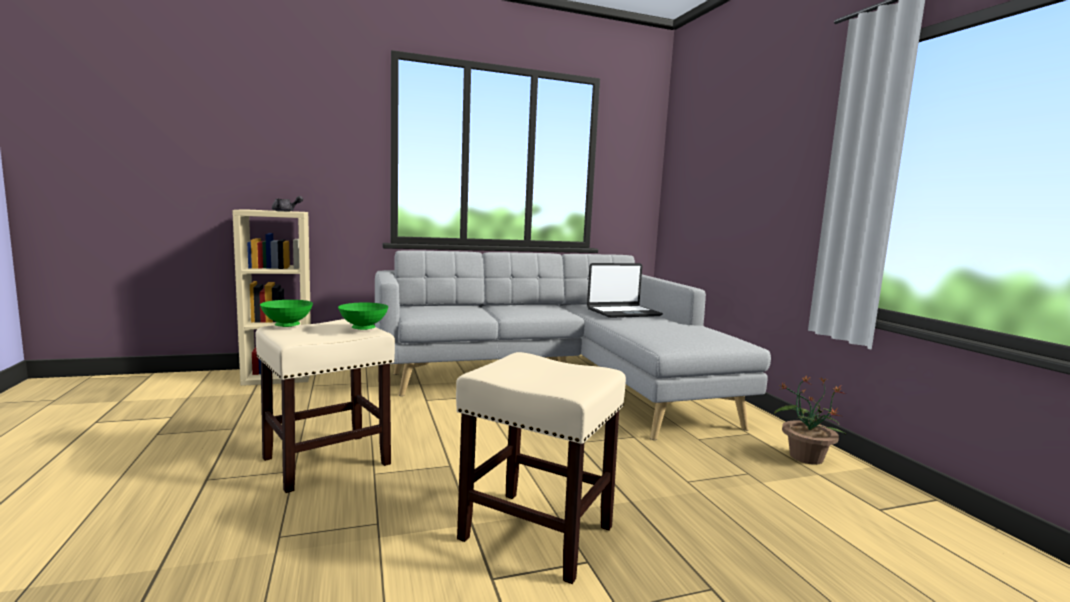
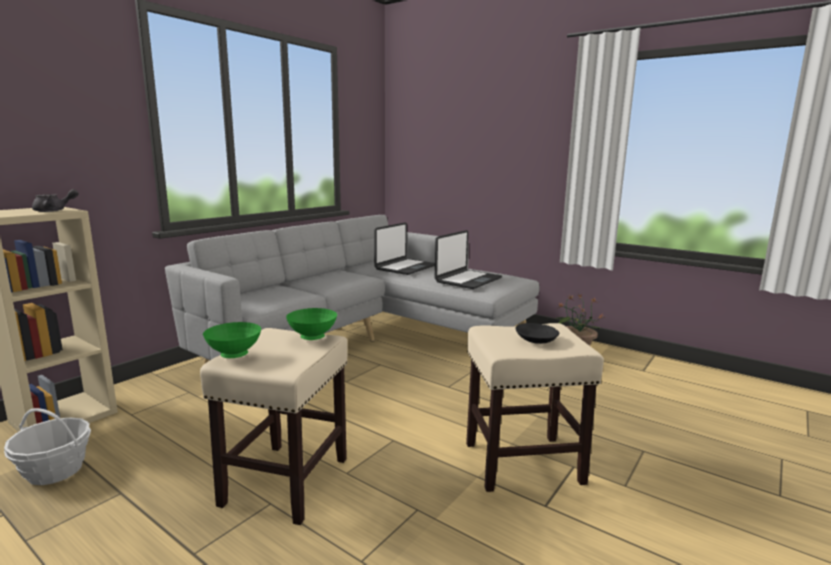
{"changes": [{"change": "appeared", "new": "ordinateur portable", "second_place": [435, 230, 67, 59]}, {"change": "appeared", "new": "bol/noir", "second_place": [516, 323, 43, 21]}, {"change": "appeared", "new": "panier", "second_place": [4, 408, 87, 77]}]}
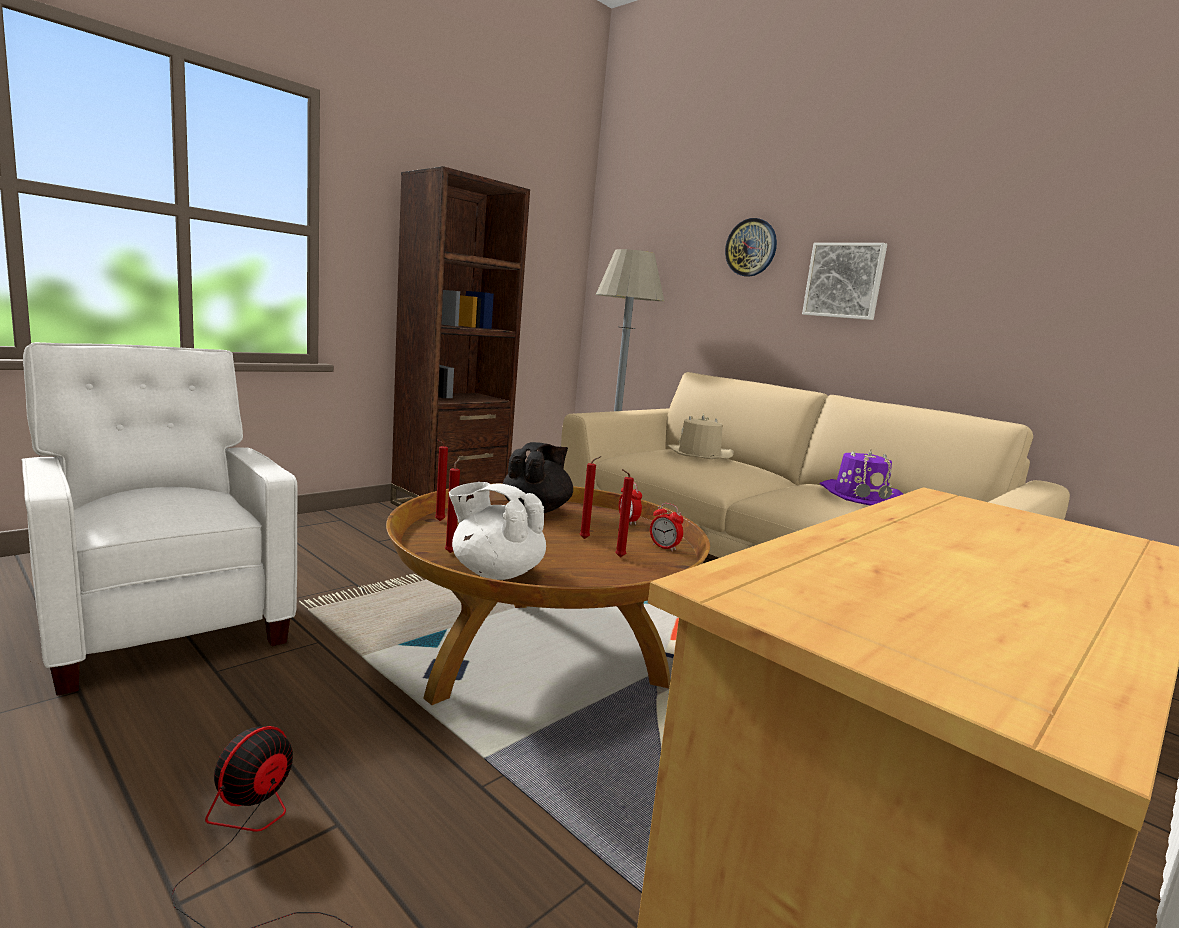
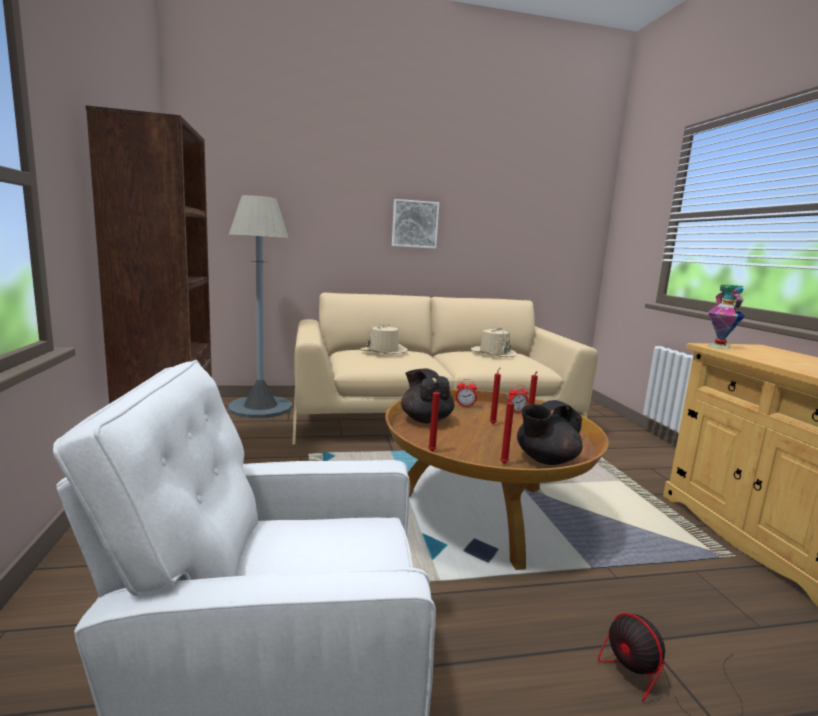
{"changes": [{"change": "missing", "old": "horloge murale", "first_place": [725, 218, 52, 59]}, {"change": "colour", "old": "chapeau/violet", "new": "chapeau/beige", "first_place": [820, 449, 83, 57], "second_place": [471, 327, 45, 30]}, {"change": "colour", "old": "théière/blanc", "new": "théière/noir", "first_place": [449, 482, 97, 98], "second_place": [517, 400, 66, 65]}, {"change": "appeared", "new": "vase", "second_place": [708, 284, 37, 66]}]}
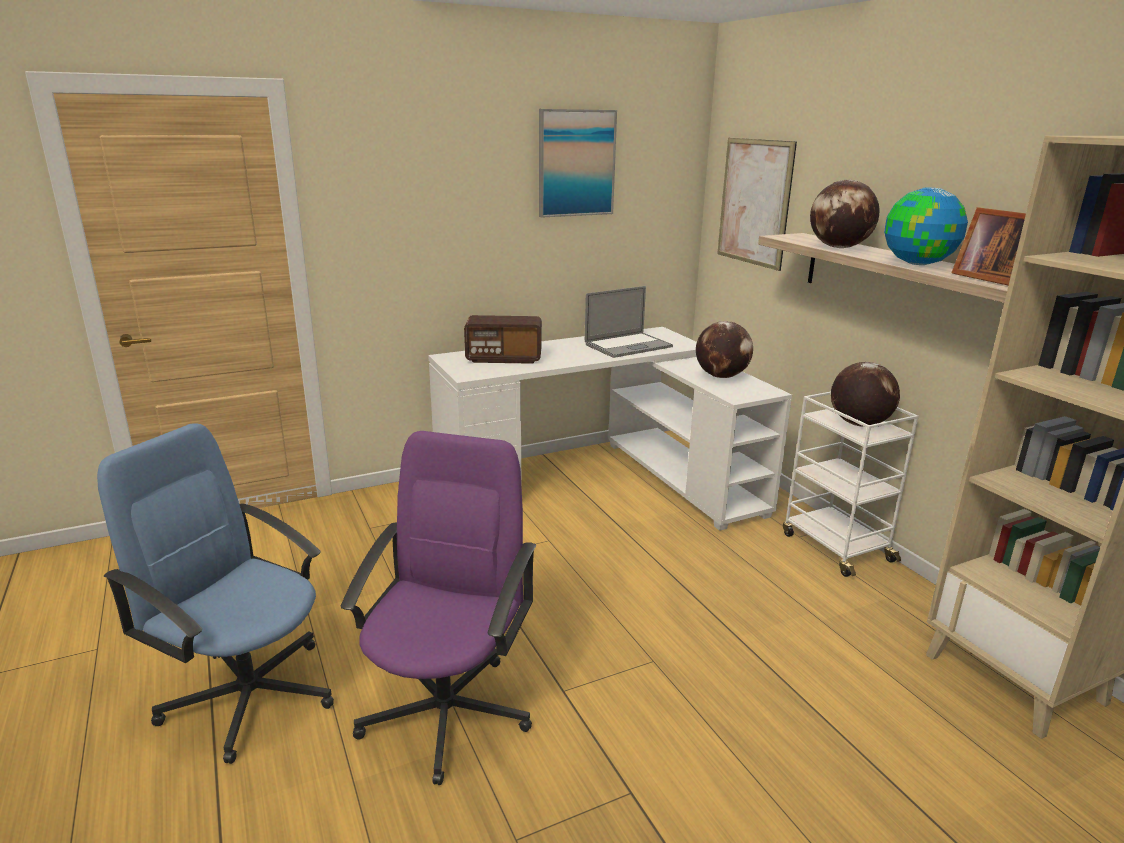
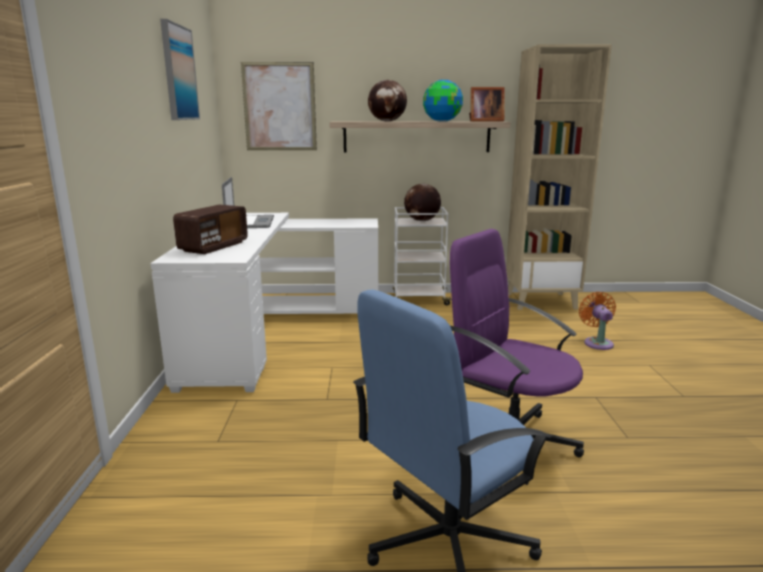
{"changes": [{"change": "missing", "old": "globe", "first_place": [696, 321, 57, 57]}, {"change": "appeared", "new": "ventilateur/orange", "second_place": [579, 292, 37, 58]}]}
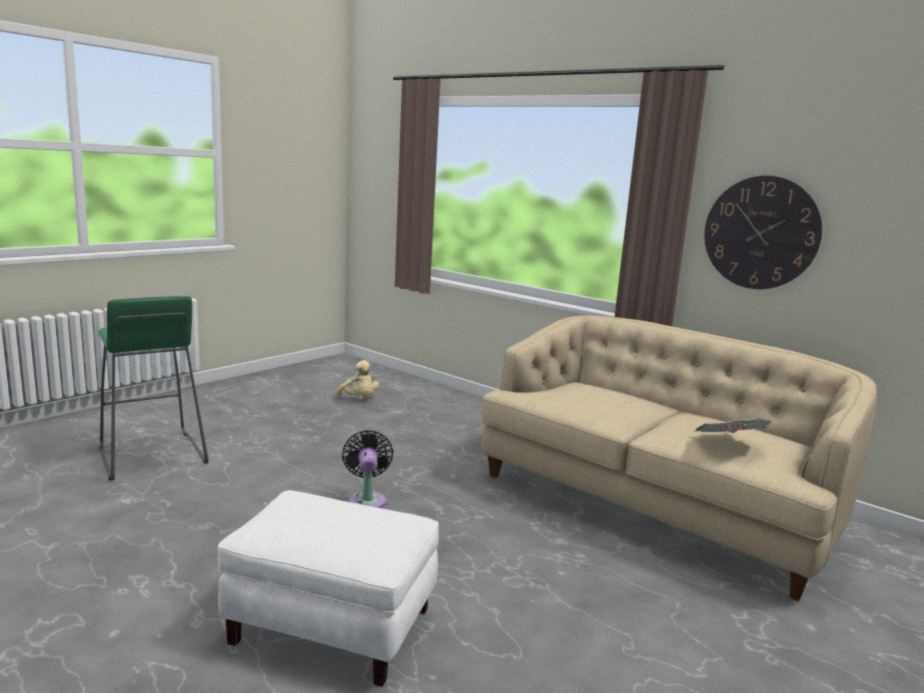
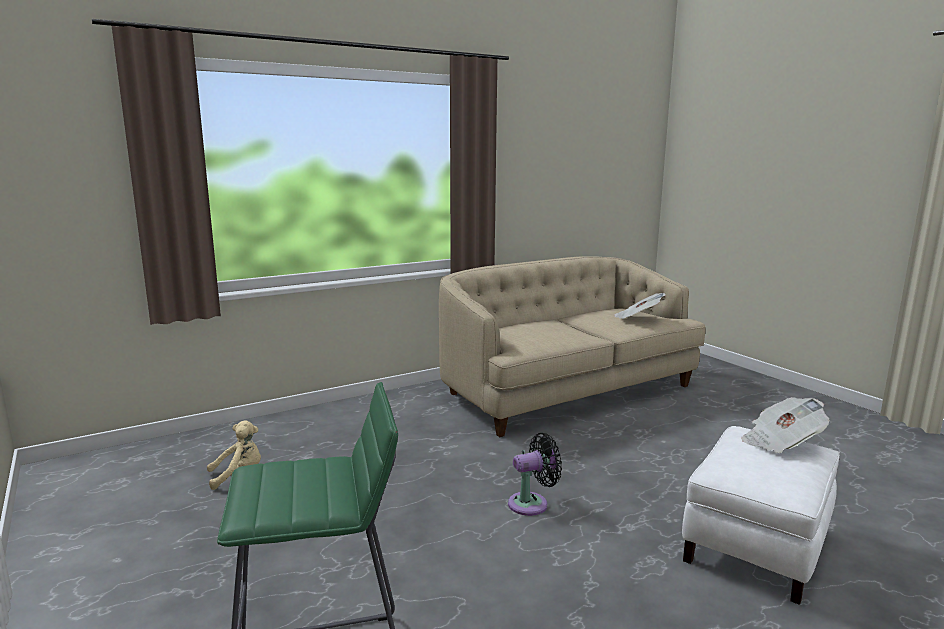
{"changes": [{"change": "missing", "old": "horloge murale", "first_place": [704, 176, 118, 113]}, {"change": "spun", "old": "ventilateur/noir", "first_place": [342, 430, 51, 78], "second_place": [508, 433, 54, 83], "degrees": 150}, {"change": "appeared", "new": "journal", "second_place": [741, 397, 88, 56]}]}
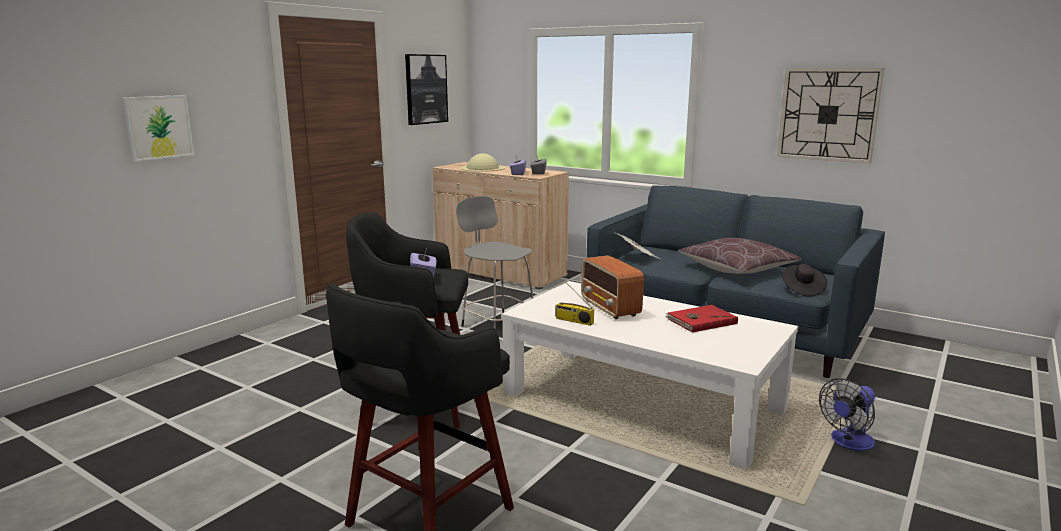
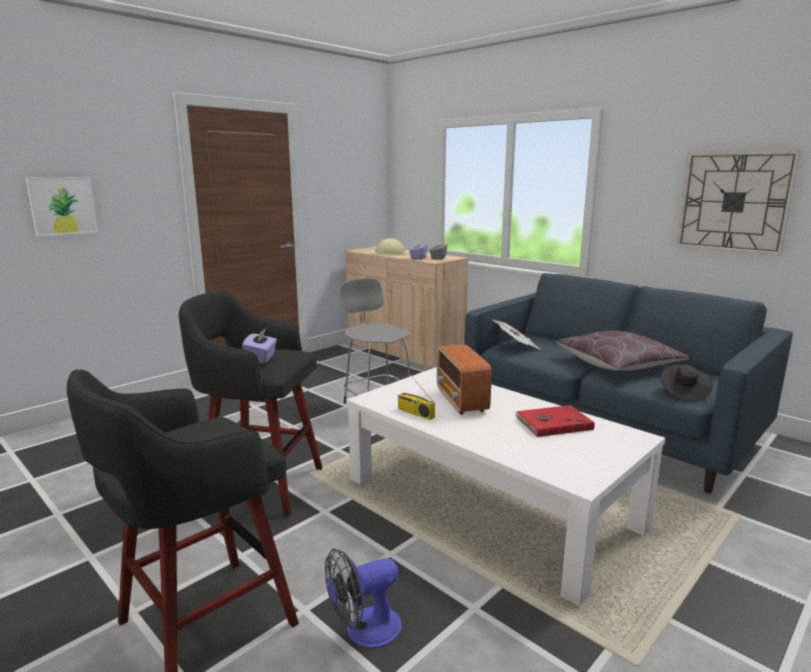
{"changes": [{"change": "missing", "old": "tableau", "first_place": [405, 54, 43, 71]}, {"change": "relocated", "old": "ventilateur", "first_place": [819, 378, 56, 73], "second_place": [325, 549, 77, 99]}]}
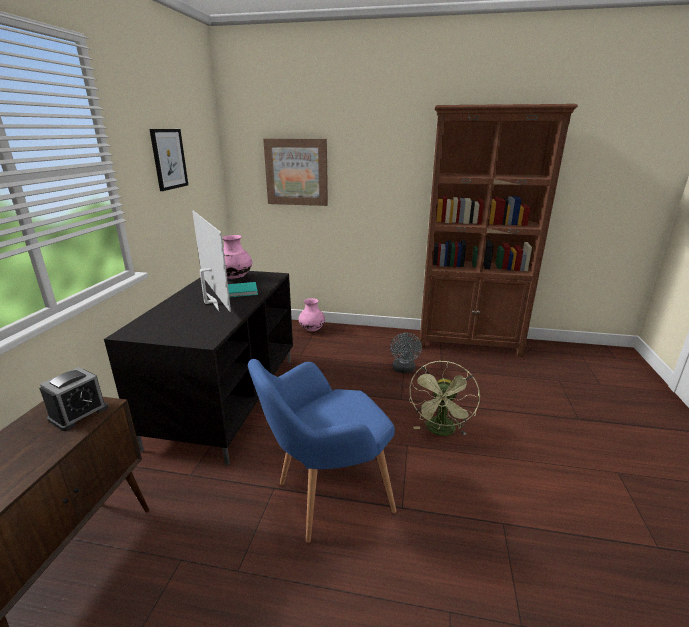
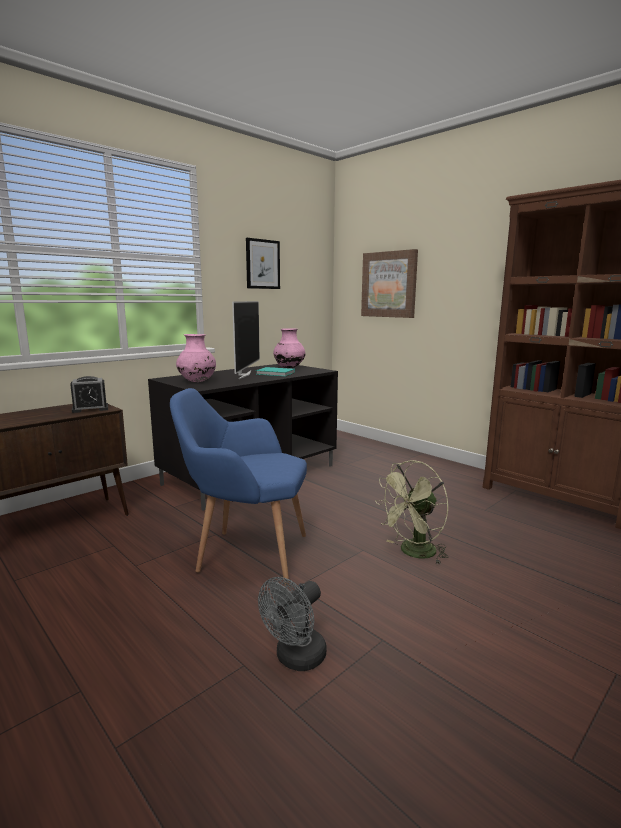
{"changes": [{"change": "relocated", "old": "vase/rose", "first_place": [299, 298, 26, 34], "second_place": [176, 334, 40, 48]}, {"change": "relocated", "old": "ventilateur/gris", "first_place": [390, 333, 32, 40], "second_place": [258, 577, 69, 94]}]}
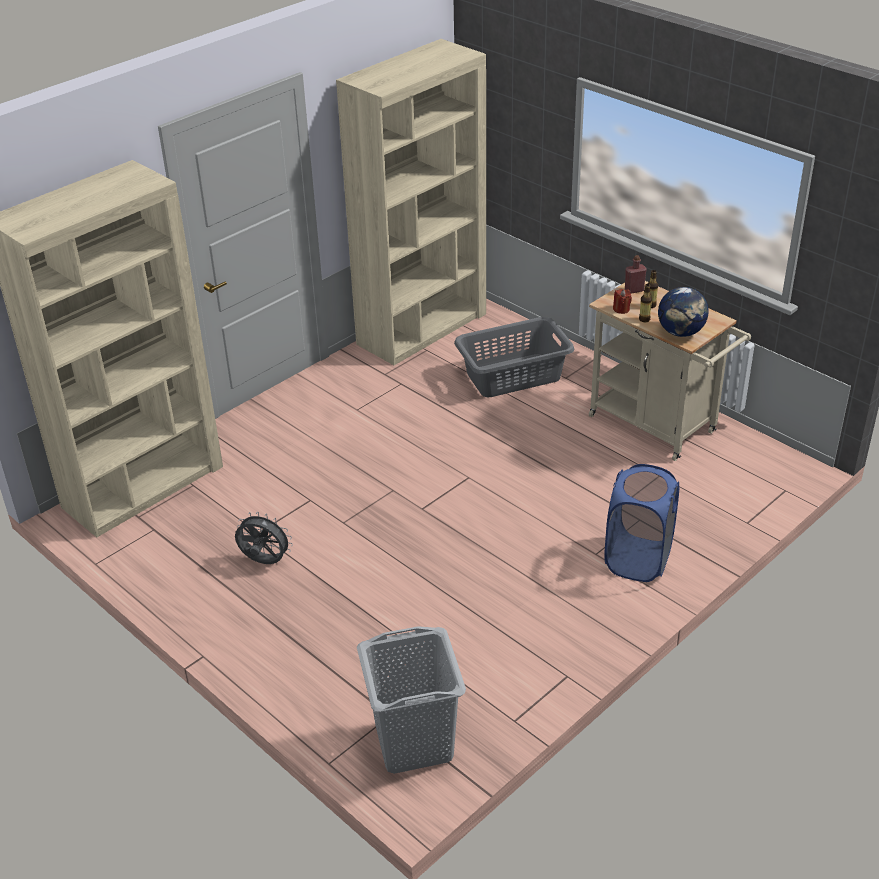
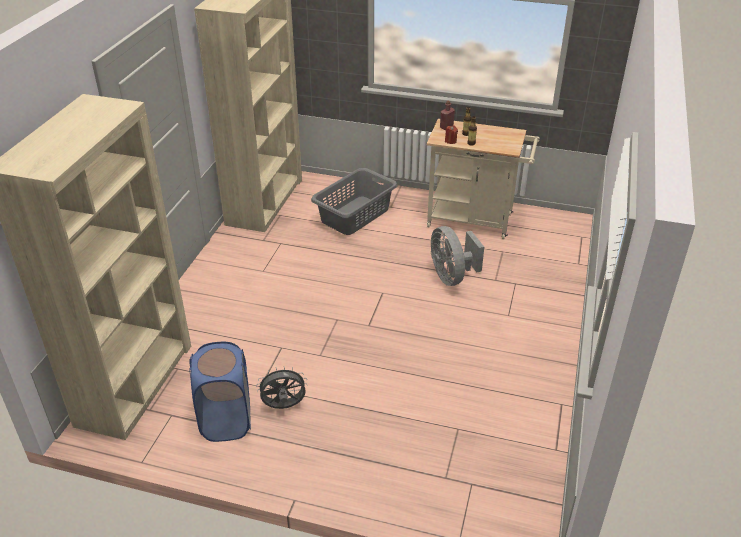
{"changes": [{"change": "missing", "old": "globe", "first_place": [658, 287, 51, 50]}, {"change": "relocated", "old": "panier à linge/bleu", "first_place": [604, 464, 75, 118], "second_place": [189, 342, 62, 100]}, {"change": "missing", "old": "panier à linge/gris", "first_place": [357, 626, 109, 148]}, {"change": "appeared", "new": "ventilateur/gris", "second_place": [431, 226, 53, 60]}]}
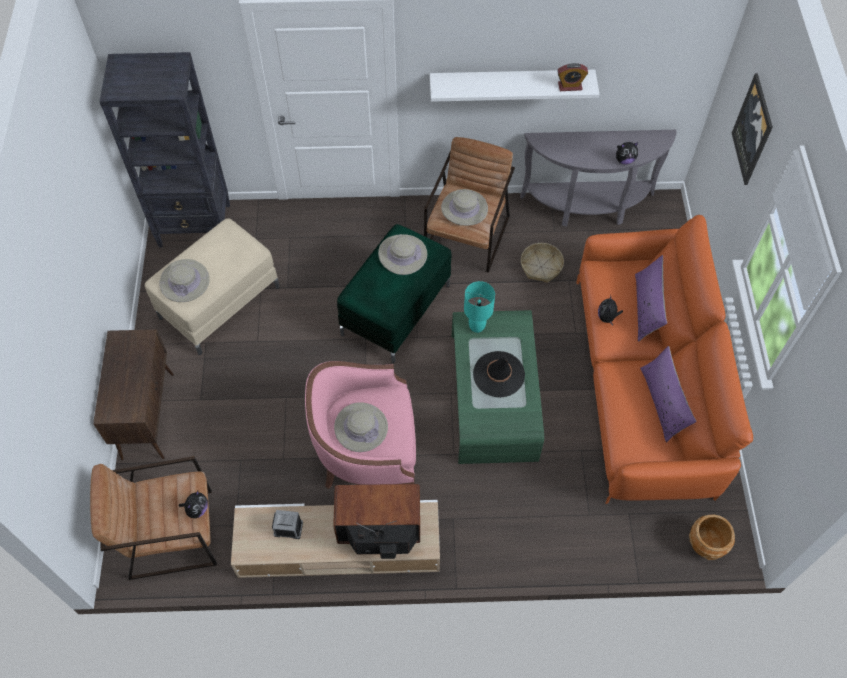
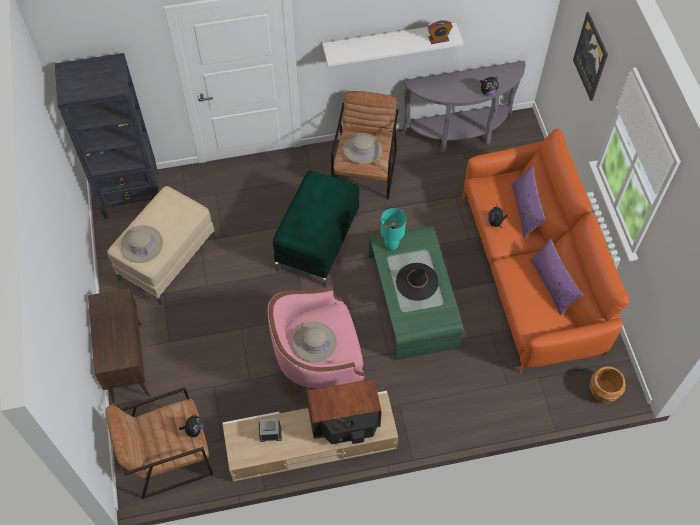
{"changes": [{"change": "missing", "old": "chapeau/beige", "first_place": [378, 234, 49, 41]}, {"change": "missing", "old": "panier", "first_place": [521, 243, 43, 40]}]}
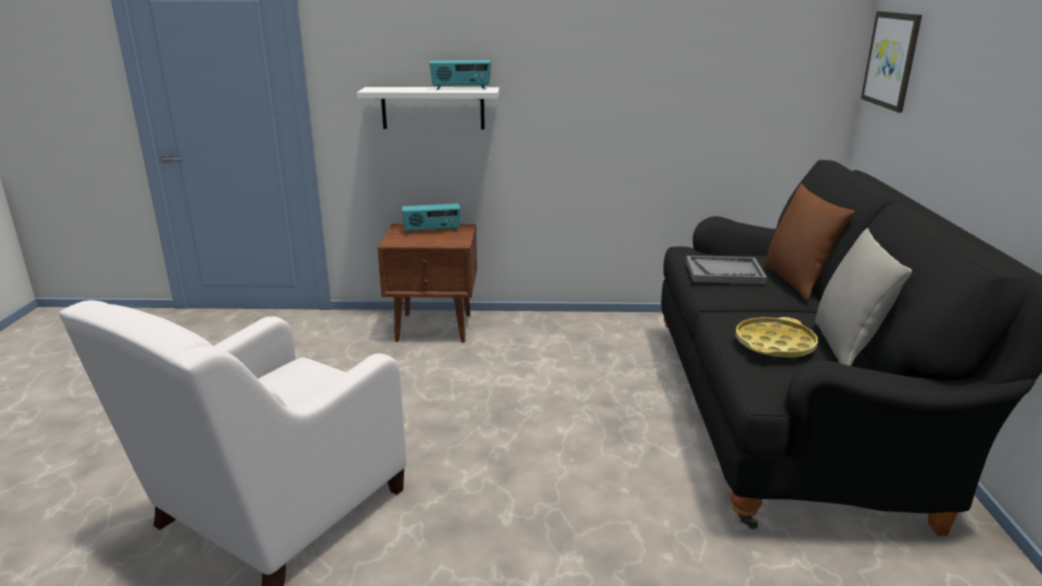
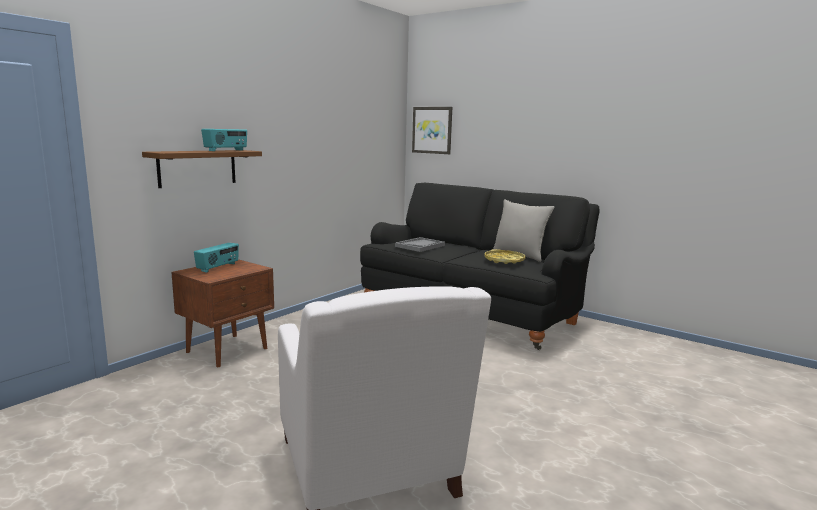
{"changes": [{"change": "colour", "old": "étagère/blanc", "new": "étagère/marron", "first_place": [357, 87, 142, 42], "second_place": [142, 150, 120, 38]}, {"change": "missing", "old": "coussin/marron", "first_place": [764, 184, 91, 117]}]}
